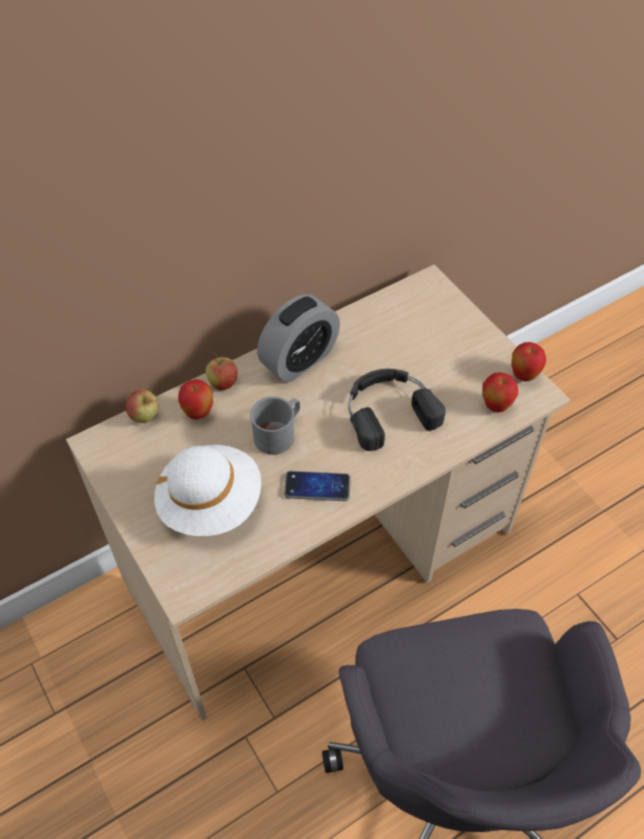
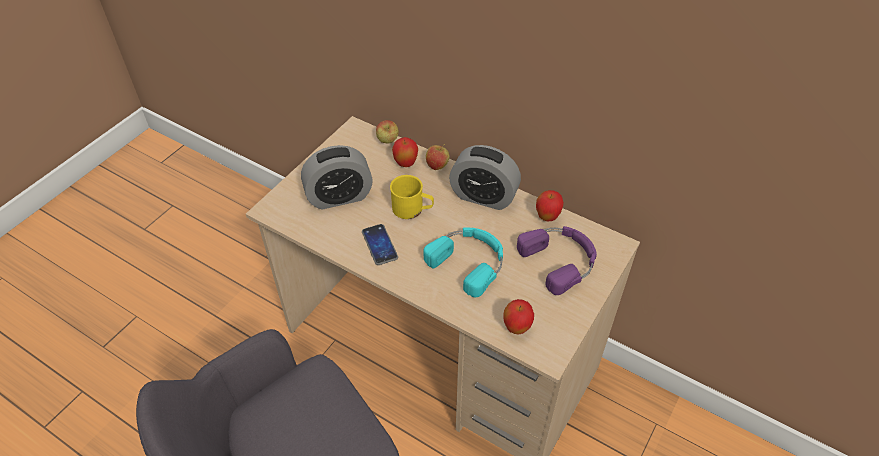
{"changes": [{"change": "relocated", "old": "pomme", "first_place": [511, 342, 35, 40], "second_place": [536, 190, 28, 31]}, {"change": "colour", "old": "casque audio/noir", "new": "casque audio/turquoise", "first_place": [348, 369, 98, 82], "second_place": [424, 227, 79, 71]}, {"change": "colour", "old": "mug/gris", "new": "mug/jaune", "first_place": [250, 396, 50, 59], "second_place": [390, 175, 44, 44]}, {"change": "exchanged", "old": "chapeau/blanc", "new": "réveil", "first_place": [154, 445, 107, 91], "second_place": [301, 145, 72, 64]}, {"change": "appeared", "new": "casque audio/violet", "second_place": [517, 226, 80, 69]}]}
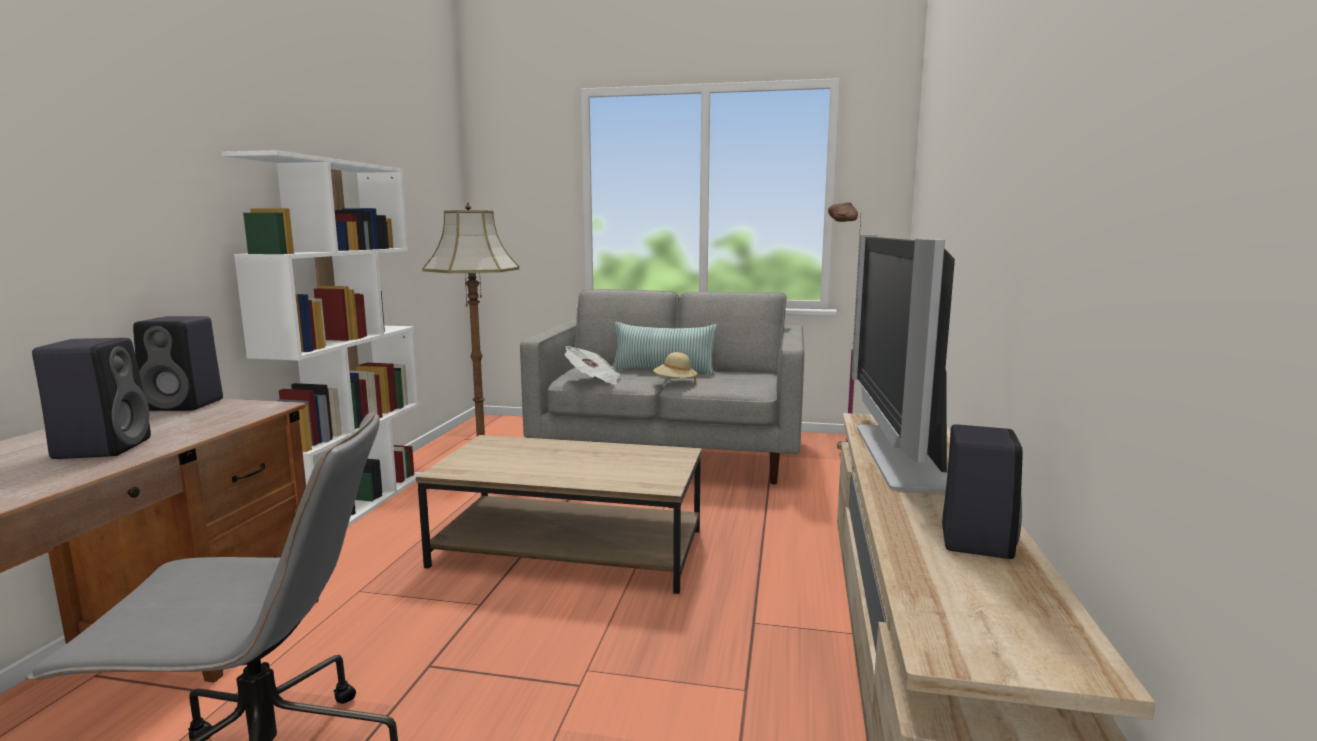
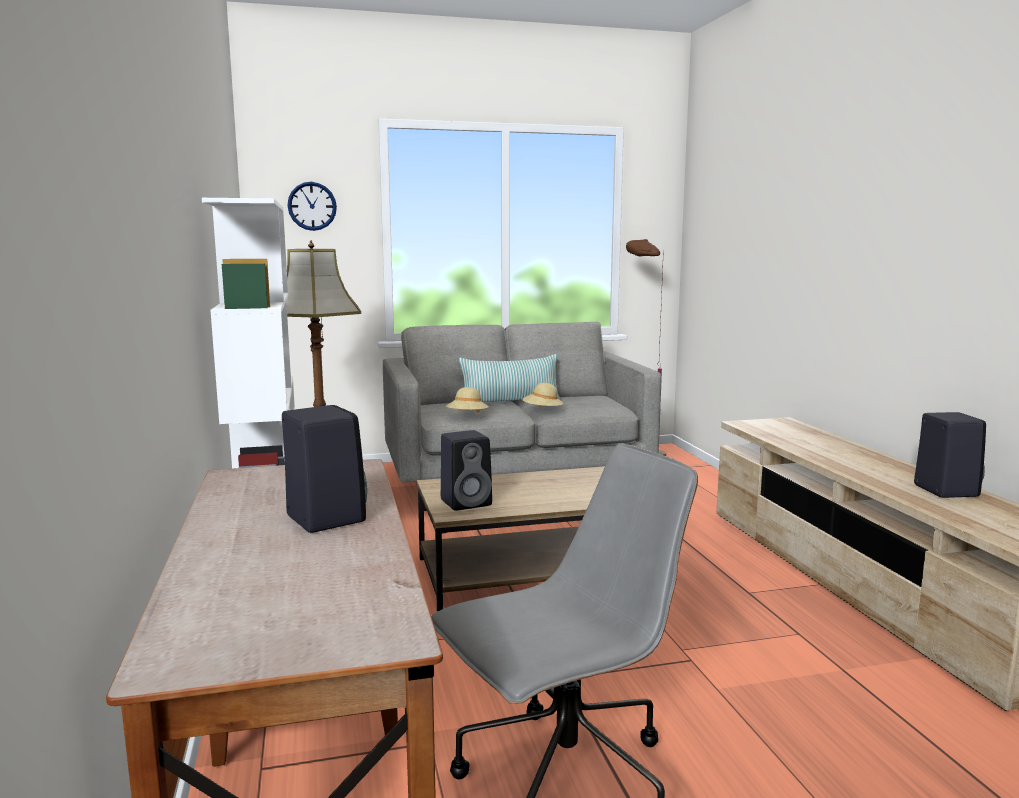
{"changes": [{"change": "missing", "old": "téléviseur", "first_place": [851, 235, 104, 258]}, {"change": "relocated", "old": "enceinte/noir", "first_place": [133, 316, 90, 95], "second_place": [441, 430, 51, 81]}, {"change": "exchanged", "old": "journal", "new": "chapeau/beige", "first_place": [564, 346, 56, 39], "second_place": [446, 387, 43, 26]}, {"change": "appeared", "new": "horloge murale", "second_place": [288, 182, 49, 49]}]}
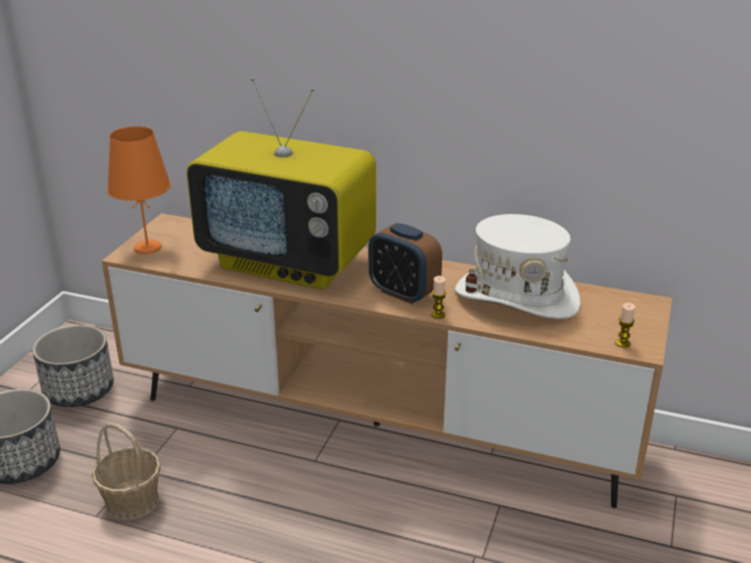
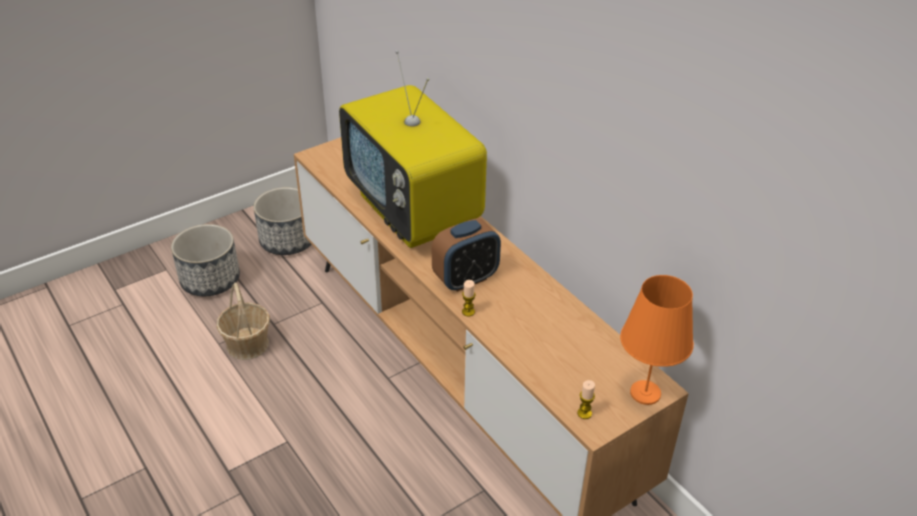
{"changes": [{"change": "relocated", "old": "lampe de table/orange", "first_place": [107, 126, 64, 128], "second_place": [620, 275, 74, 130]}, {"change": "missing", "old": "chapeau/blanc", "first_place": [455, 214, 126, 105]}, {"change": "spun", "old": "réveil", "first_place": [368, 223, 74, 81], "second_place": [432, 218, 69, 74], "degrees": -105}]}
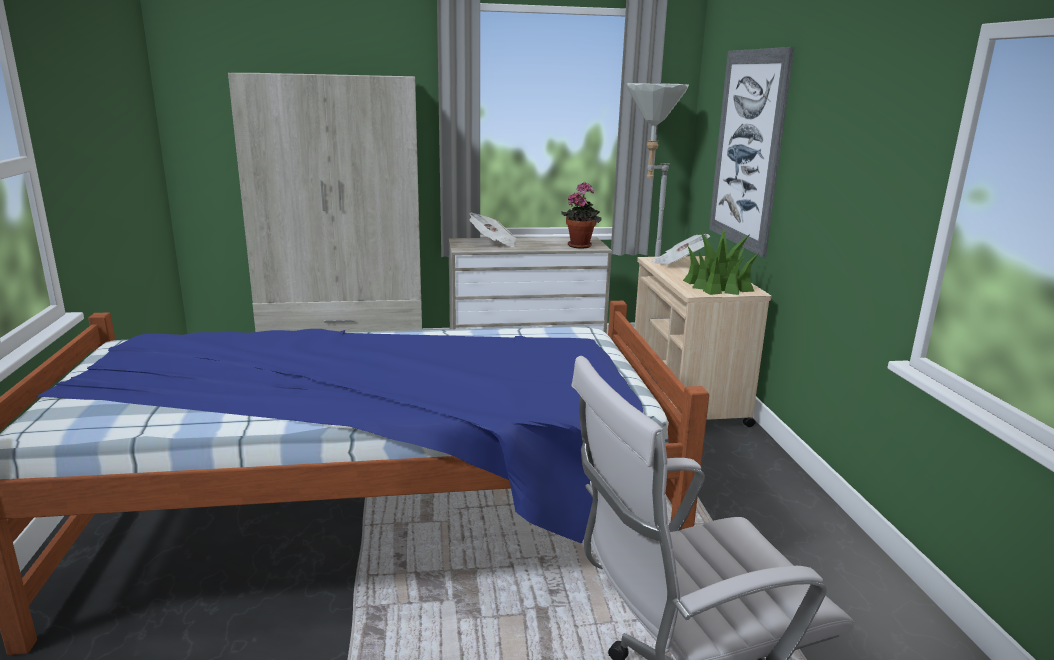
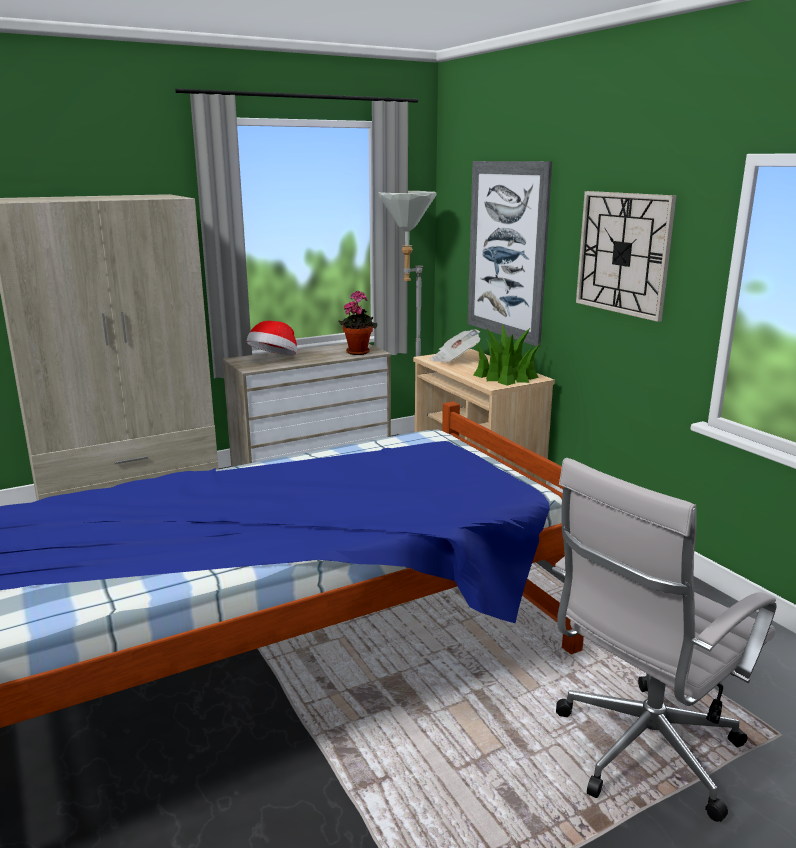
{"changes": [{"change": "exchanged", "old": "journal", "new": "chapeau", "first_place": [470, 213, 46, 34], "second_place": [246, 321, 51, 34]}, {"change": "appeared", "new": "horloge murale", "second_place": [576, 191, 100, 131]}]}
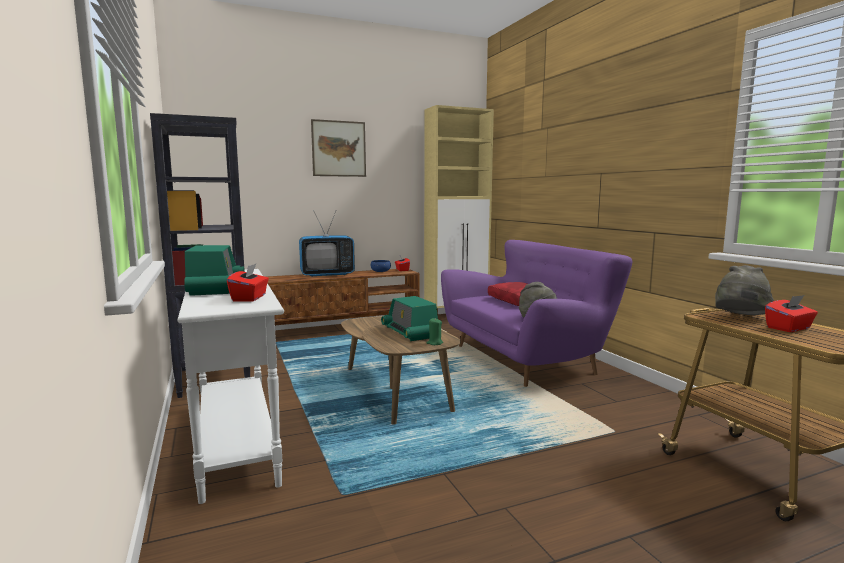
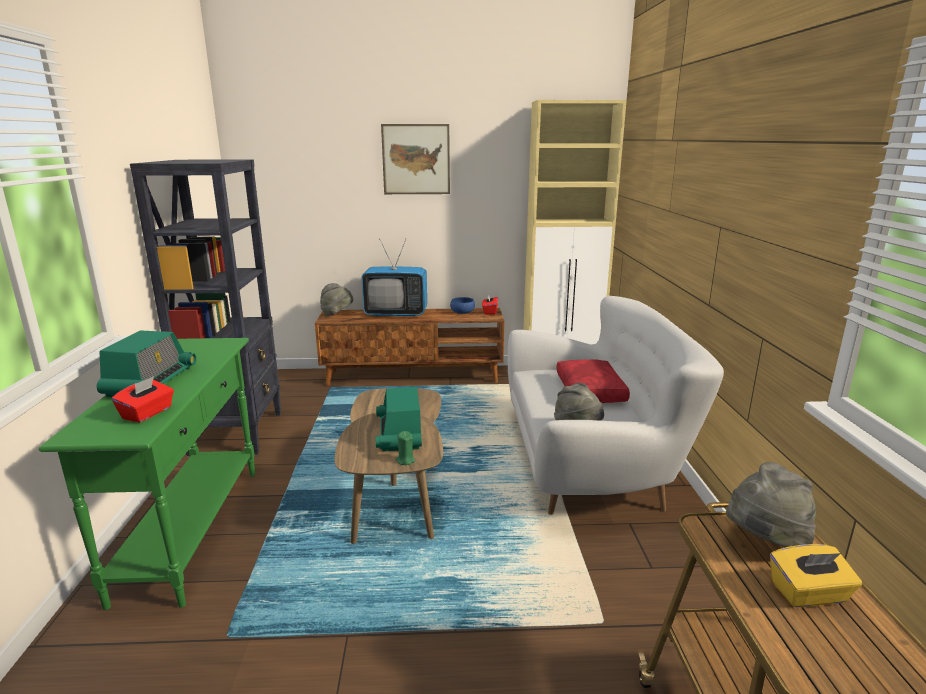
{"changes": [{"change": "colour", "old": "canapé/violet", "new": "canapé/blanc", "first_place": [441, 240, 191, 147], "second_place": [508, 296, 216, 219]}, {"change": "colour", "old": "table console/blanc", "new": "table console/vert", "first_place": [177, 269, 107, 235], "second_place": [39, 338, 216, 272]}, {"change": "colour", "old": "boîte à mouchoirs/rouge", "new": "boîte à mouchoirs/jaune", "first_place": [765, 295, 53, 37], "second_place": [770, 544, 92, 63]}, {"change": "appeared", "new": "chapeau/gris", "second_place": [320, 283, 33, 33]}]}
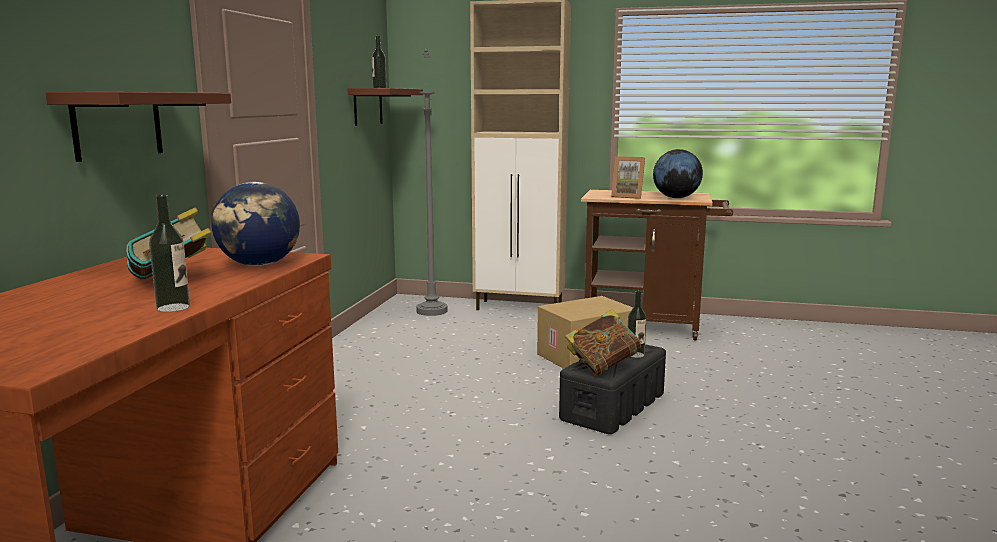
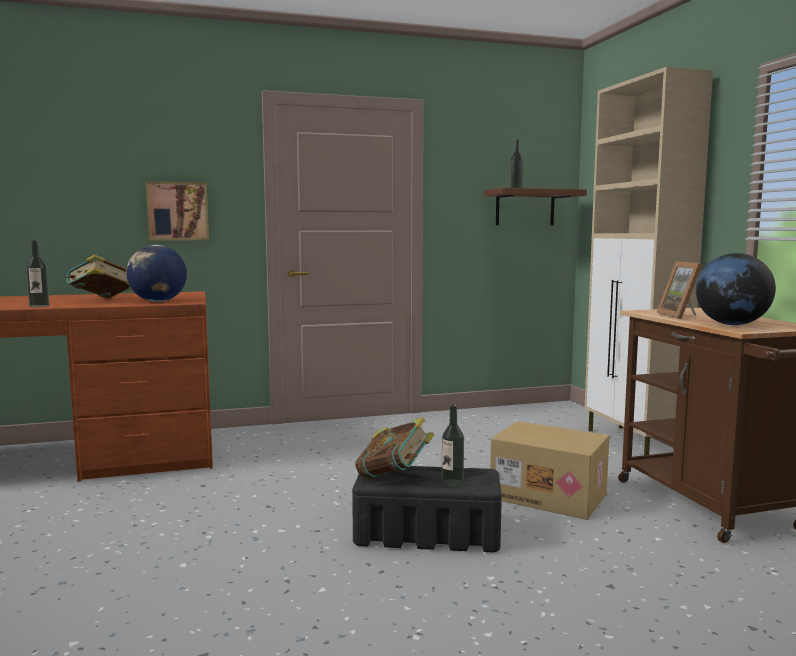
{"changes": [{"change": "missing", "old": "lampadaire/gris", "first_place": [416, 48, 31, 268]}, {"change": "exchanged", "old": "étagère/marron", "new": "tableau", "first_place": [46, 92, 185, 70], "second_place": [146, 181, 63, 60]}]}
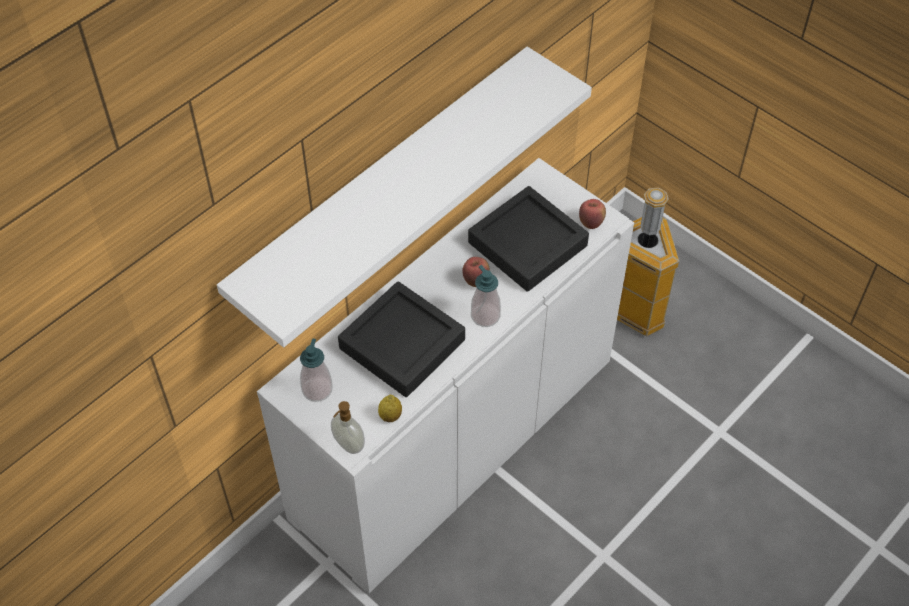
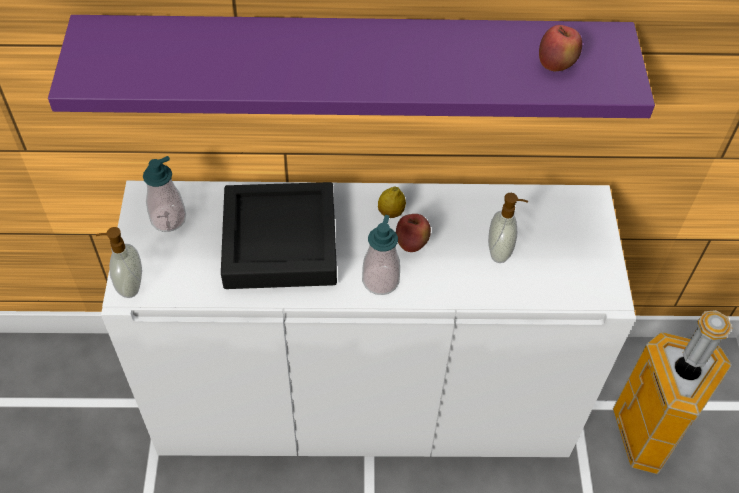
{"changes": [{"change": "colour", "old": "étagère/blanc", "new": "étagère/violet", "first_place": [217, 47, 375, 300], "second_place": [48, 15, 607, 103]}, {"change": "exchanged", "old": "plateau/noir", "new": "distributeur de savon", "first_place": [468, 186, 121, 106], "second_place": [488, 193, 40, 70]}, {"change": "relocated", "old": "pomme", "first_place": [579, 199, 27, 30], "second_place": [539, 25, 43, 46]}, {"change": "relocated", "old": "citron", "first_place": [378, 395, 24, 27], "second_place": [378, 186, 28, 32]}]}
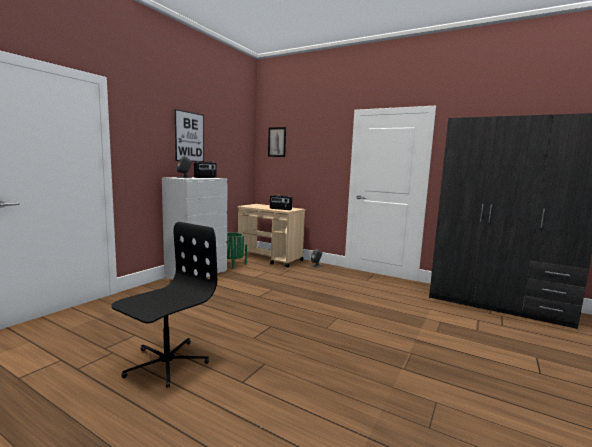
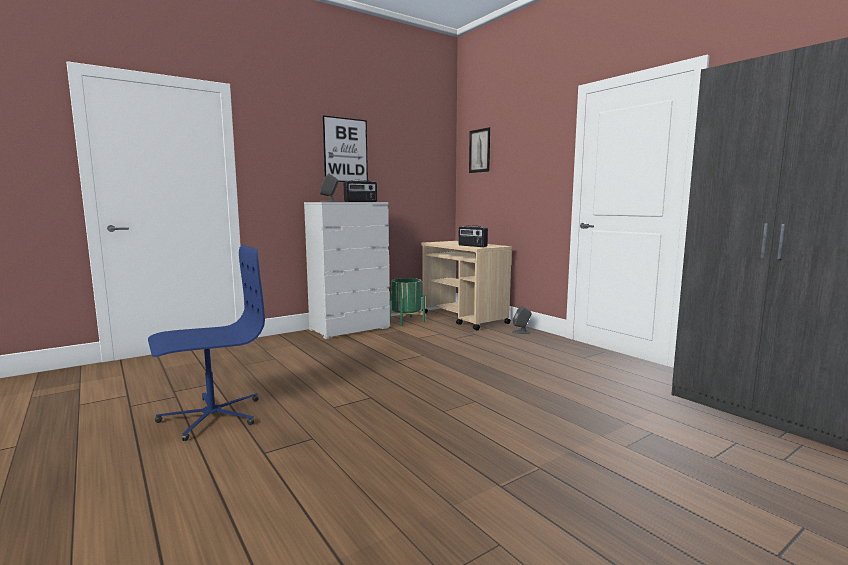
{"changes": [{"change": "colour", "old": "chaise de bureau/noir", "new": "chaise de bureau/bleu", "first_place": [111, 222, 106, 166], "second_place": [148, 245, 117, 196]}]}
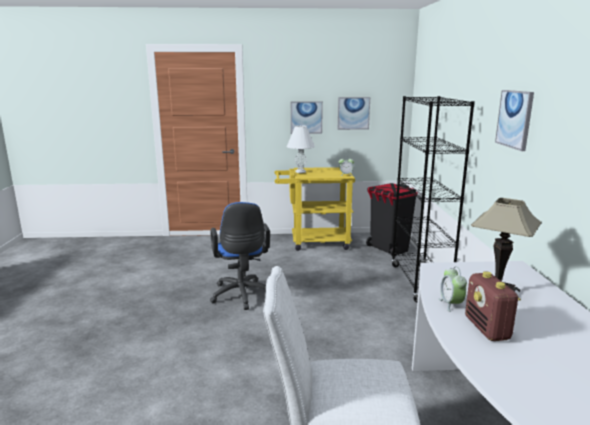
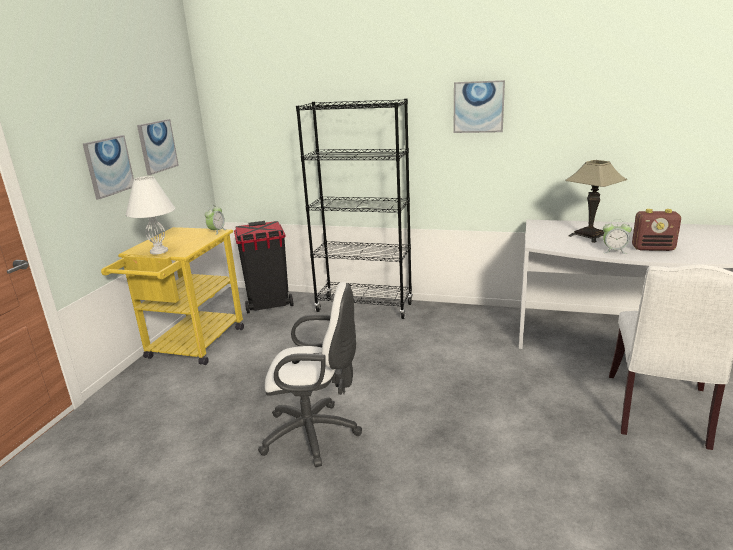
{"changes": [{"change": "colour", "old": "chaise de bureau/bleu", "new": "chaise de bureau/blanc", "first_place": [210, 202, 60, 108], "second_place": [258, 282, 104, 185]}]}
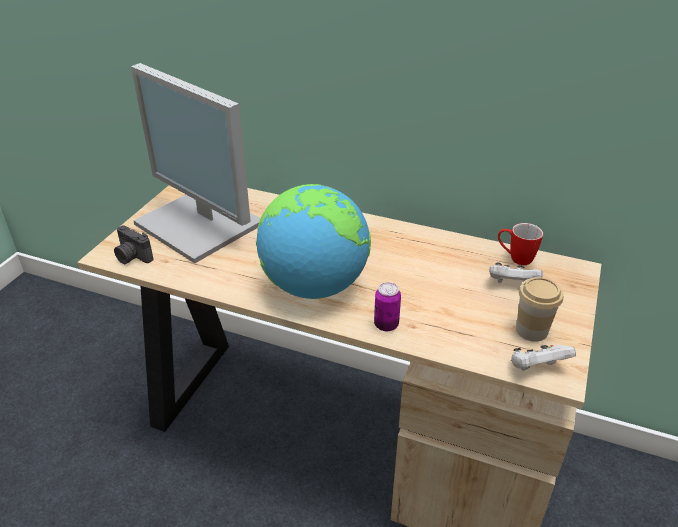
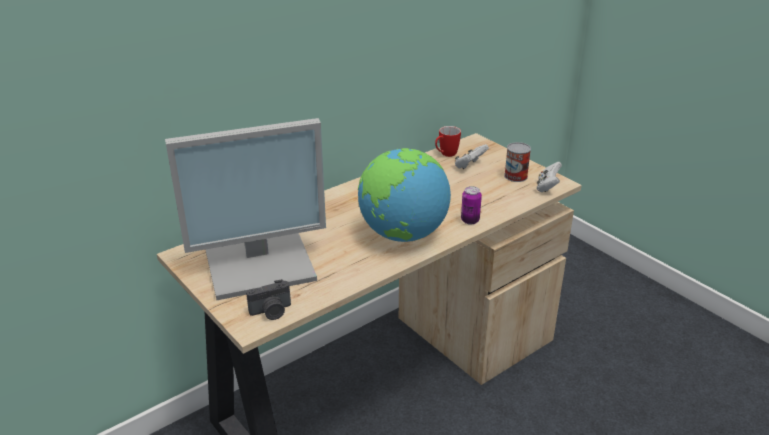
{"changes": [{"change": "exchanged", "old": "tasse", "new": "boîte métallique", "first_place": [516, 277, 47, 65], "second_place": [504, 142, 27, 40]}]}
